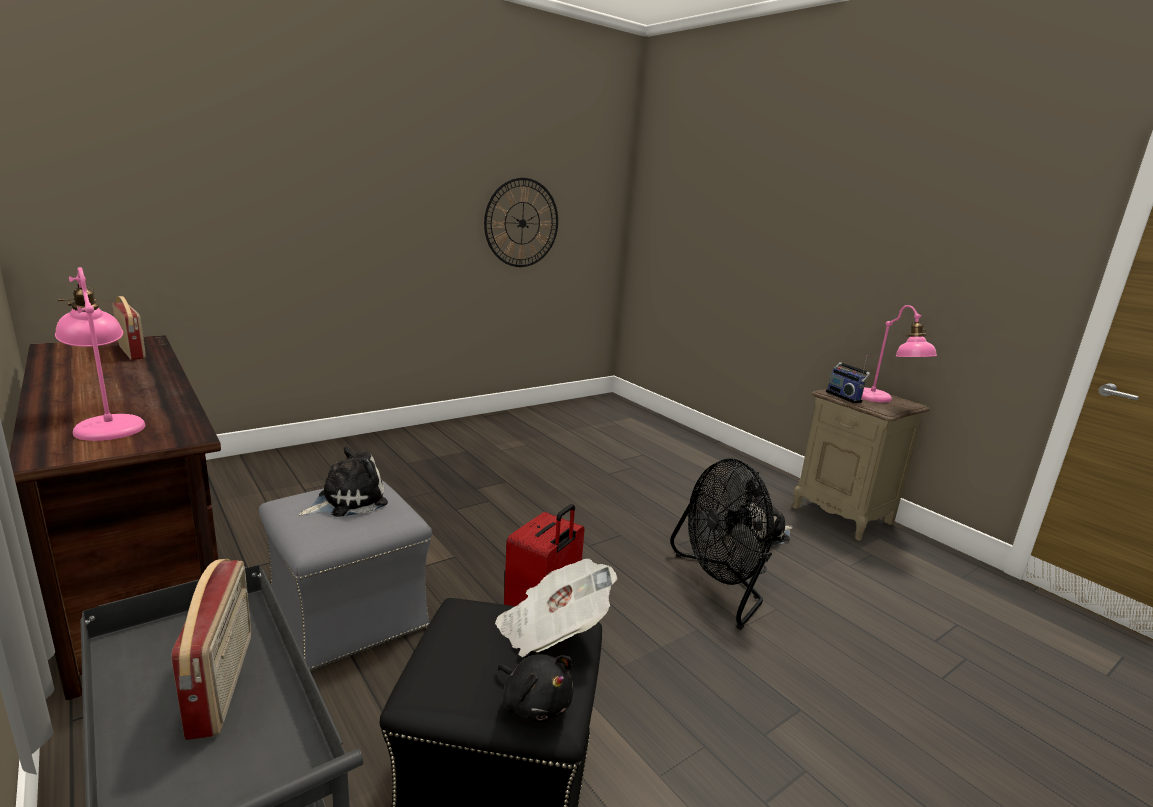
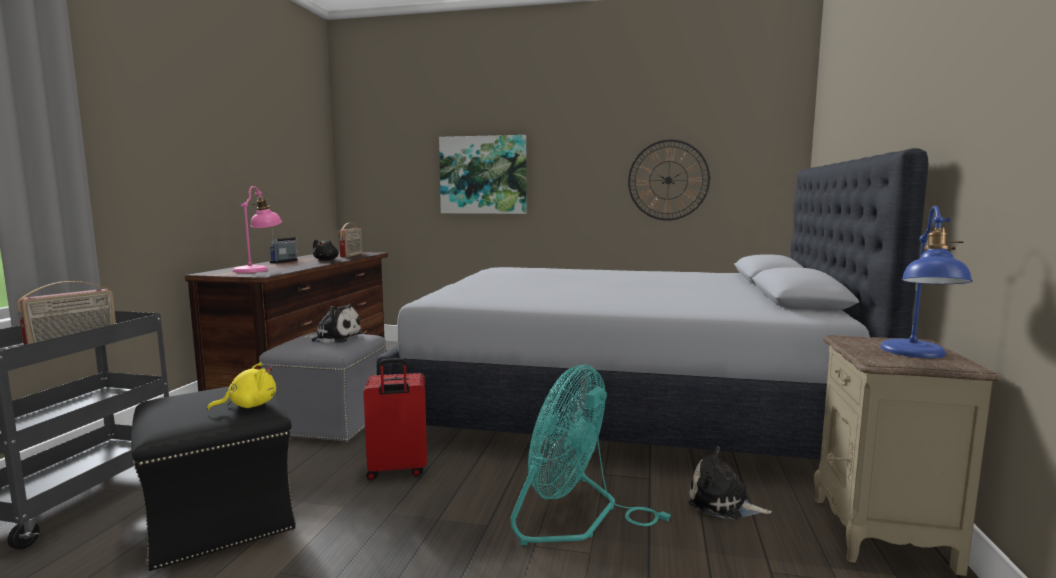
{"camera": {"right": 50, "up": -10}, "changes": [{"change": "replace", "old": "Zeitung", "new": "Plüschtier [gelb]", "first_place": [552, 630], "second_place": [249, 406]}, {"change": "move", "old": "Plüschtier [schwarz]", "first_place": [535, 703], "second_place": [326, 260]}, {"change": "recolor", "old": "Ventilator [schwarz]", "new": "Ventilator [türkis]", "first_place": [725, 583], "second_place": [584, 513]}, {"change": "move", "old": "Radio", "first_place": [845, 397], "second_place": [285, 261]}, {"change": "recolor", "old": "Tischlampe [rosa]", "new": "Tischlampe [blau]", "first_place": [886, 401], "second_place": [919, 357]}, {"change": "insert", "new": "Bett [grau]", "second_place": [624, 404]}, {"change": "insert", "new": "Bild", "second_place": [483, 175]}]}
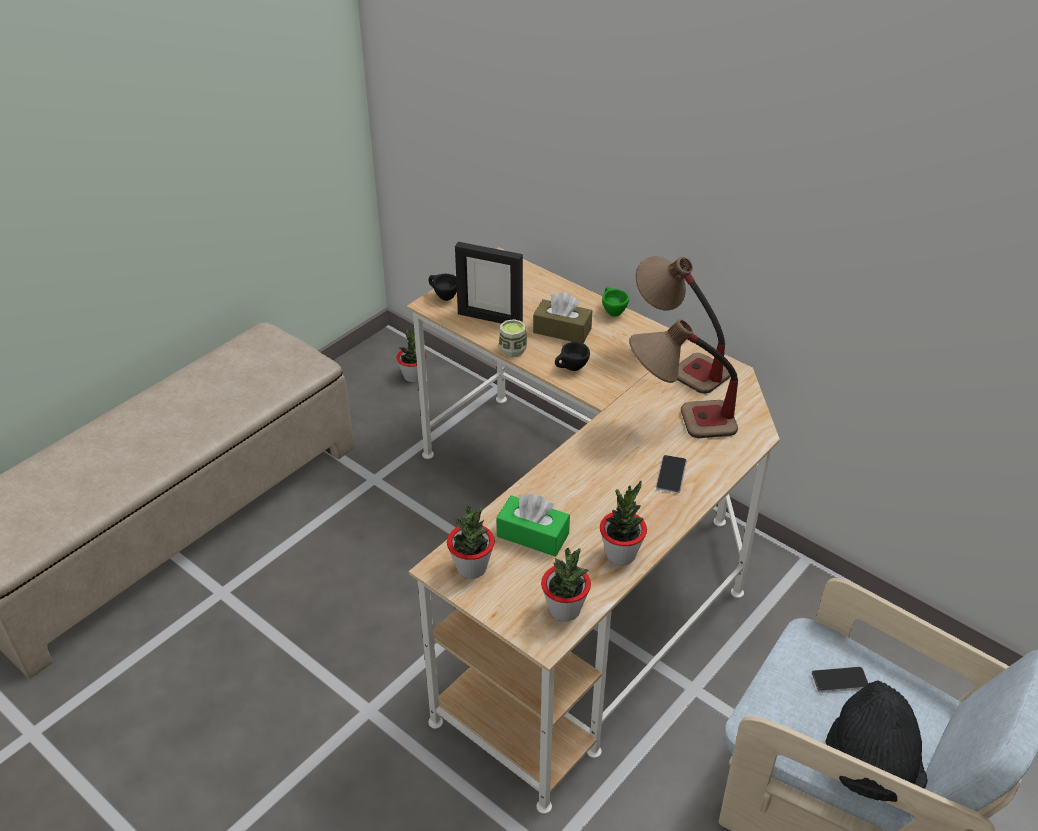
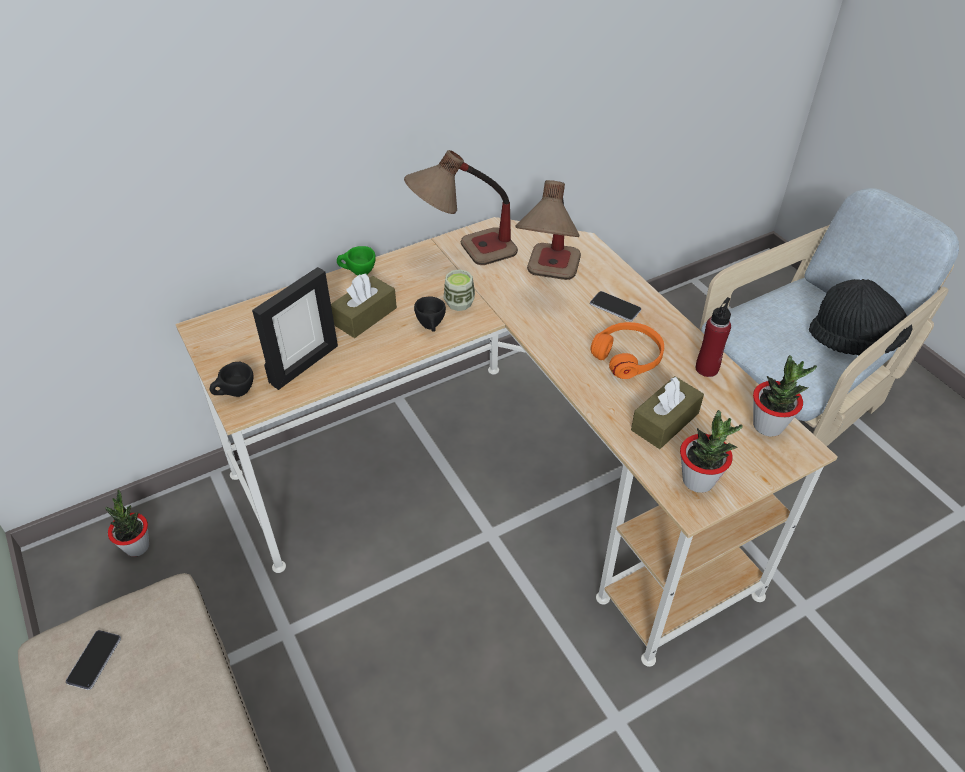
{"camera": {"right": -70, "up": 5}, "changes": [{"change": "recolor", "old": "Taschentuchbox [grün]", "new": "Taschentuchbox [braun]", "first_place": [533, 535], "second_place": [665, 421]}, {"change": "move", "old": "Tasse", "first_place": [512, 350], "second_place": [459, 303]}, {"change": "replace", "old": "Topfpflanze", "new": "Flasche [rot]", "first_place": [621, 554], "second_place": [707, 368]}, {"change": "move", "old": "Handy", "first_place": [839, 680], "second_place": [94, 660]}, {"change": "insert", "new": "Kopfhörer [orange]", "second_place": [628, 356]}]}
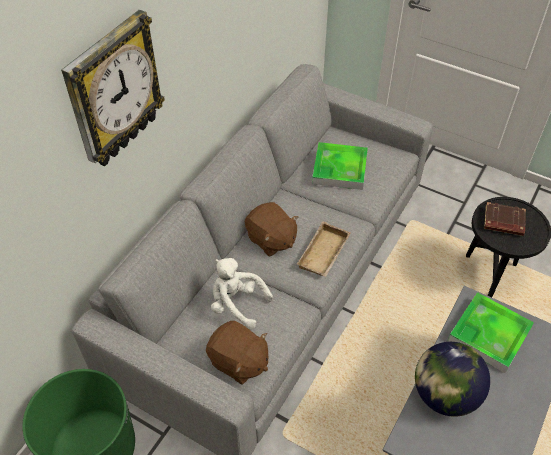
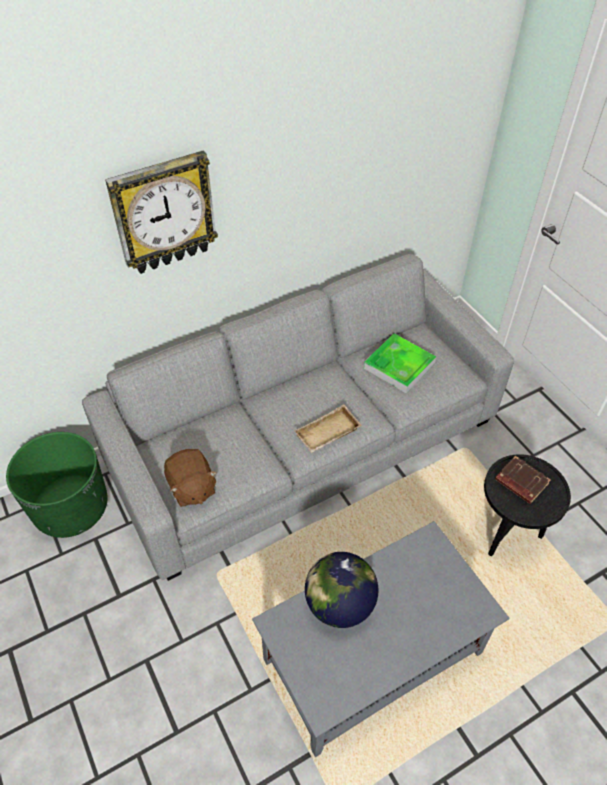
{"camera": {"right": 30, "up": 0}, "changes": [{"change": "delete", "old": "Plüschtier [weiß]", "first_place": [237, 304]}, {"change": "delete", "old": "Plüschtier [braun]", "first_place": [271, 240]}, {"change": "delete", "old": "Tablett", "first_place": [489, 334]}]}
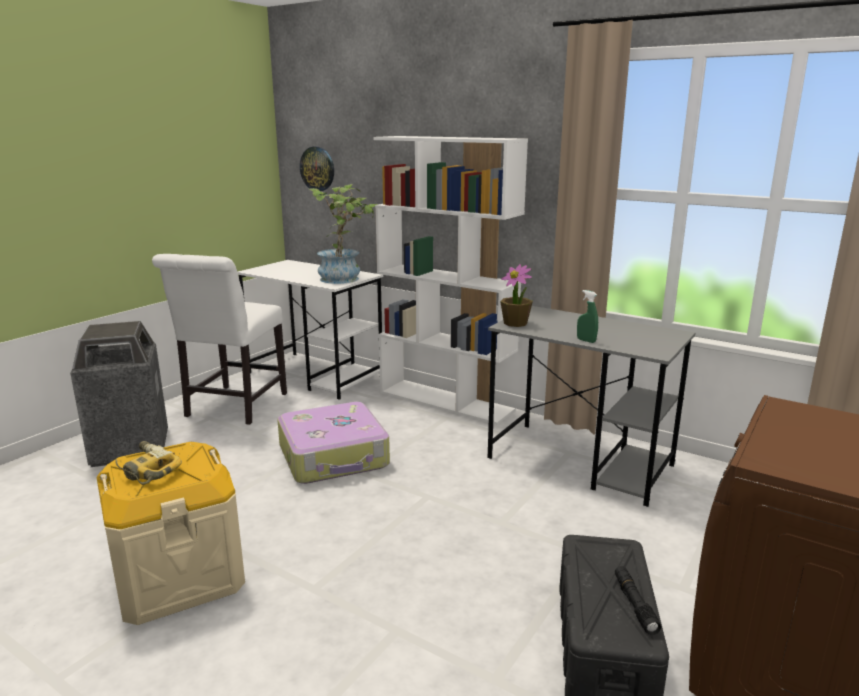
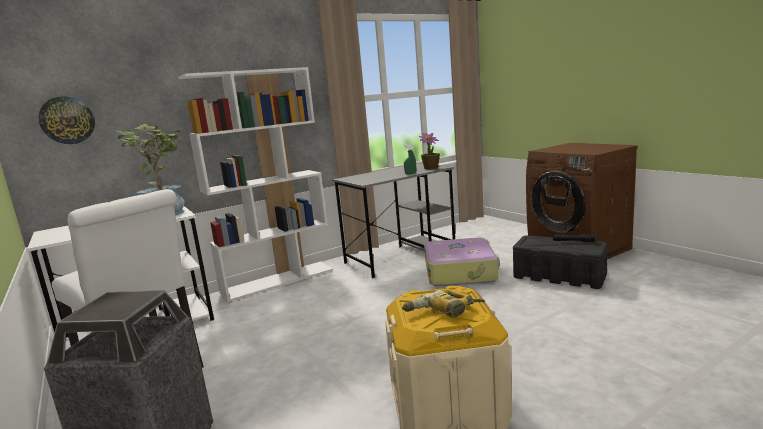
{"camera": {"right": -65, "up": -5}, "changes": [{"change": "move", "old": "Koffer", "first_place": [334, 456], "second_place": [460, 272]}, {"change": "move", "old": "Topfpflanze", "first_place": [515, 323], "second_place": [431, 168]}]}
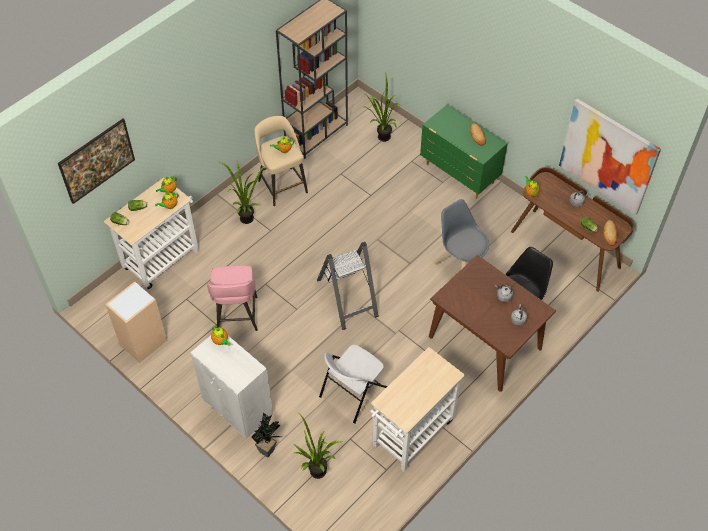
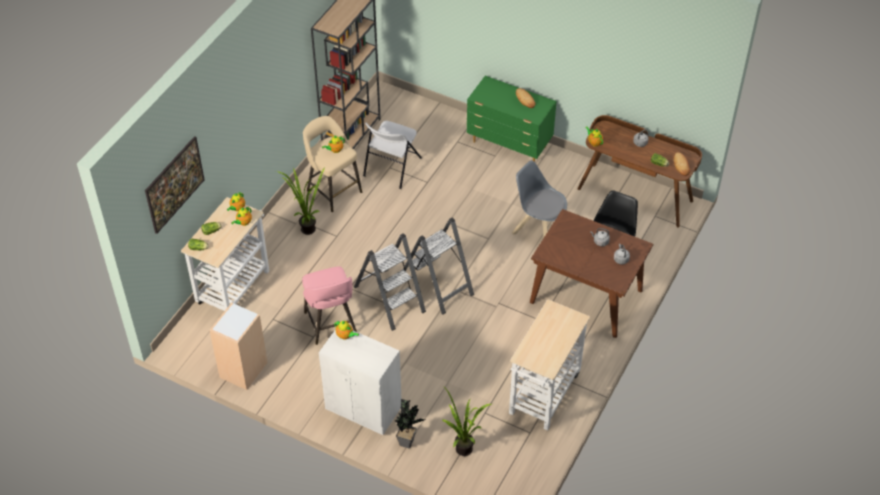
{"camera": {"right": -15, "up": -5}, "changes": [{"change": "move", "old": "Stuhl [weiß]", "first_place": [353, 392], "second_place": [392, 167]}, {"change": "delete", "old": "Topfpflanze", "first_place": [381, 138]}, {"change": "delete", "old": "Bild", "first_place": [608, 156]}, {"change": "insert", "new": "Trittleiter [grau]", "second_place": [389, 298]}]}
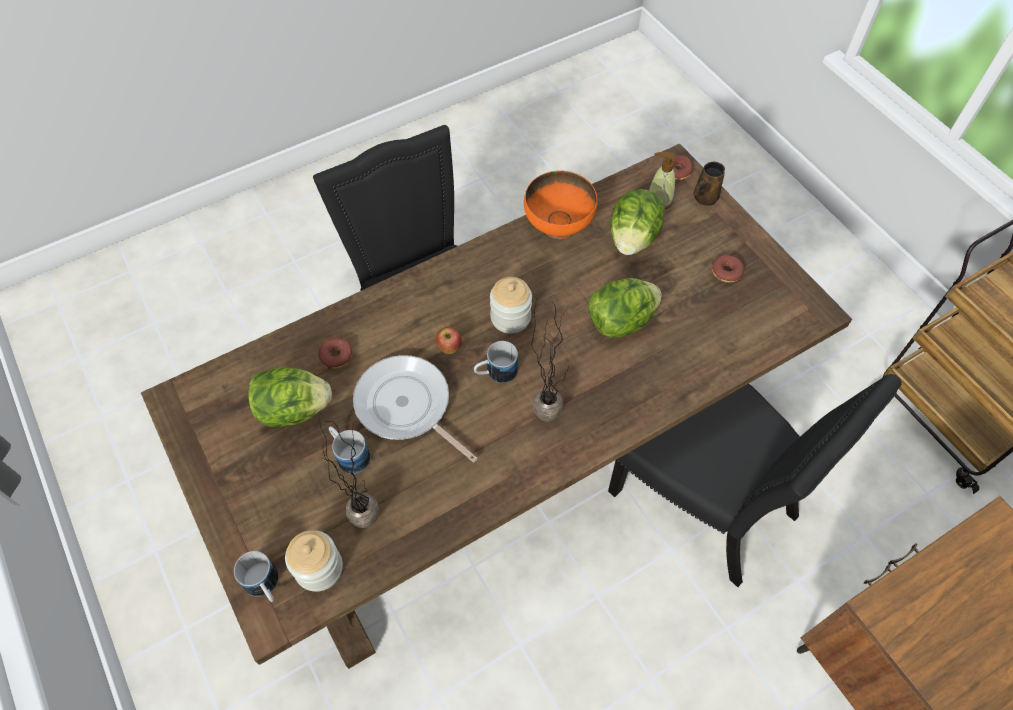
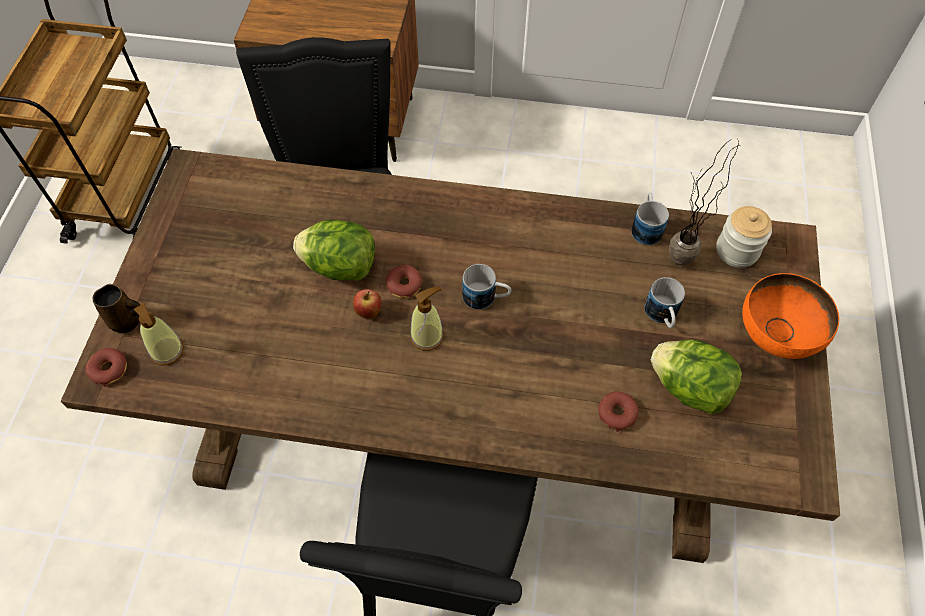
{"camera": {"right": -140, "up": 0}, "changes": [{"change": "move", "old": "Henkelbecher", "first_place": [265, 586], "second_place": [646, 227]}, {"change": "delete", "old": "Pfanne", "first_place": [407, 407]}, {"change": "move", "old": "Apfel", "first_place": [449, 348], "second_place": [369, 312]}, {"change": "replace", "old": "Vorratsglas", "new": "Seifenspender", "first_place": [510, 317], "second_place": [427, 336]}, {"change": "move", "old": "Schüssel [orange]", "first_place": [558, 226], "second_place": [774, 338]}, {"change": "delete", "old": "Topfpflanze", "first_place": [546, 406]}, {"change": "delete", "old": "Salatkopf", "first_place": [633, 238]}, {"change": "move", "old": "Donut", "first_place": [726, 272], "second_place": [404, 285]}]}
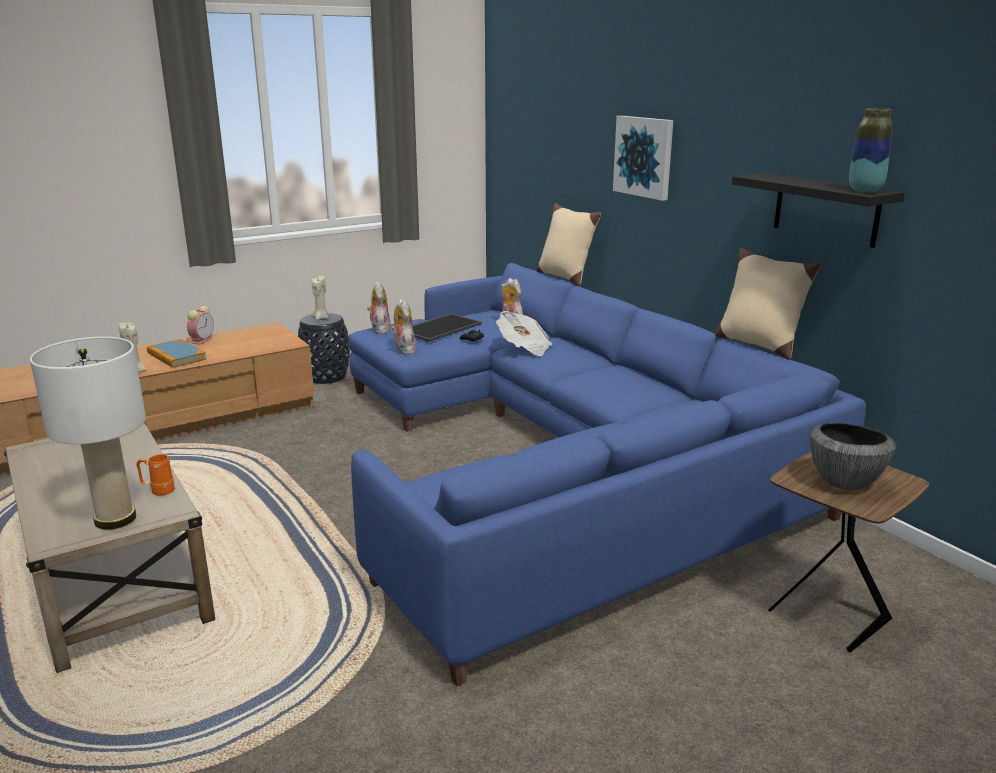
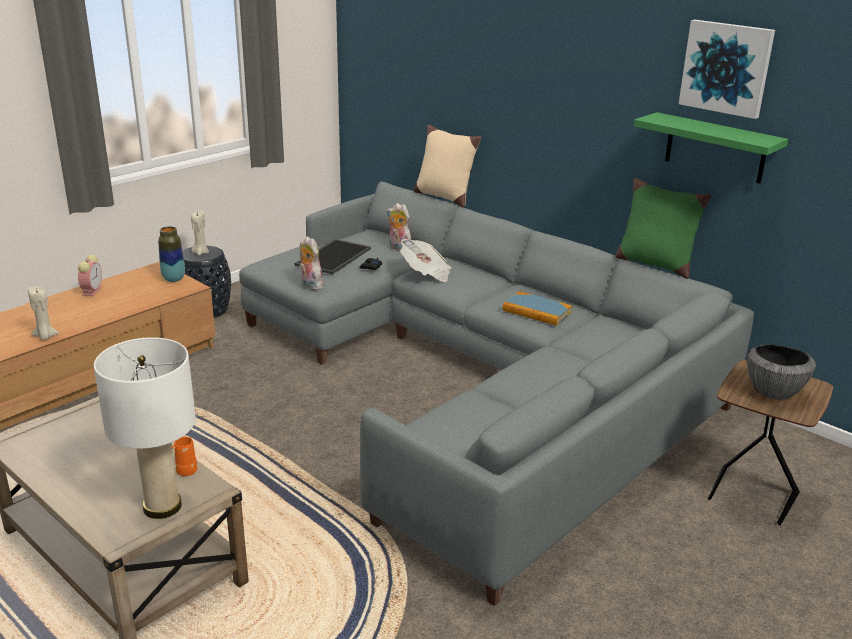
{"camera": {"right": -15, "up": 5}, "changes": [{"change": "move", "old": "Buch", "first_place": [176, 356], "second_place": [536, 311]}, {"change": "recolor", "old": "Sofa [blau]", "new": "Sofa [grau]", "first_place": [561, 462], "second_place": [480, 381]}, {"change": "delete", "old": "Plüschtier", "first_place": [379, 330]}, {"change": "move", "old": "Bild", "first_place": [644, 157], "second_place": [726, 68]}, {"change": "recolor", "old": "Kissen [beige]", "new": "Kissen [grün]", "first_place": [758, 344], "second_place": [654, 264]}, {"change": "recolor", "old": "Wandregal [schwarz]", "new": "Wandregal [grün]", "first_place": [826, 209], "second_place": [715, 148]}, {"change": "move", "old": "Vase", "first_place": [865, 191], "second_place": [173, 279]}]}
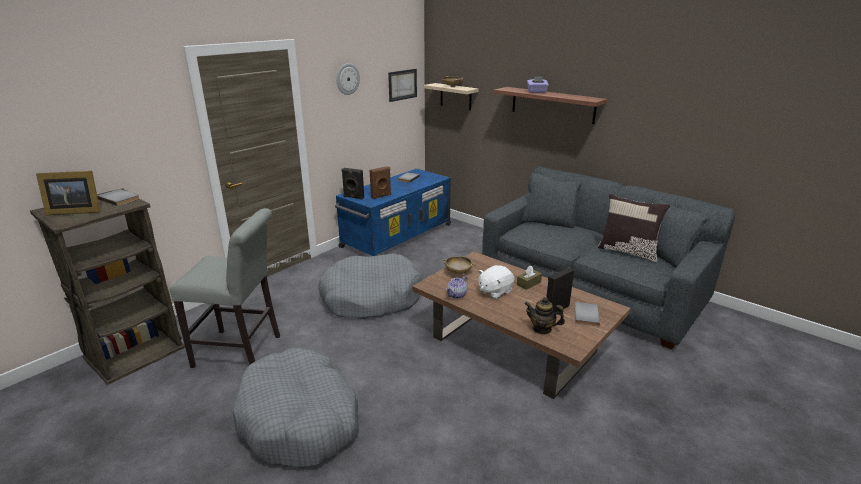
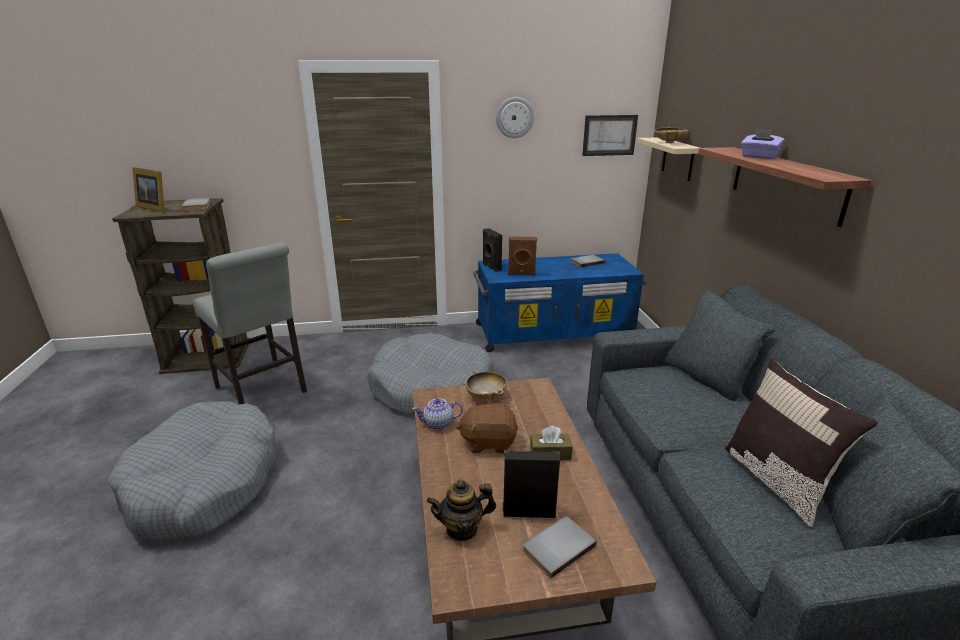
{"camera": {"right": 40, "up": 0}, "changes": [{"change": "recolor", "old": "Plüschtier [weiß]", "new": "Plüschtier [braun]", "first_place": [494, 291], "second_place": [488, 442]}, {"change": "rotate", "old": "Teekanne", "first_place": [542, 329], "second_place": [462, 529], "degrees": -75}]}
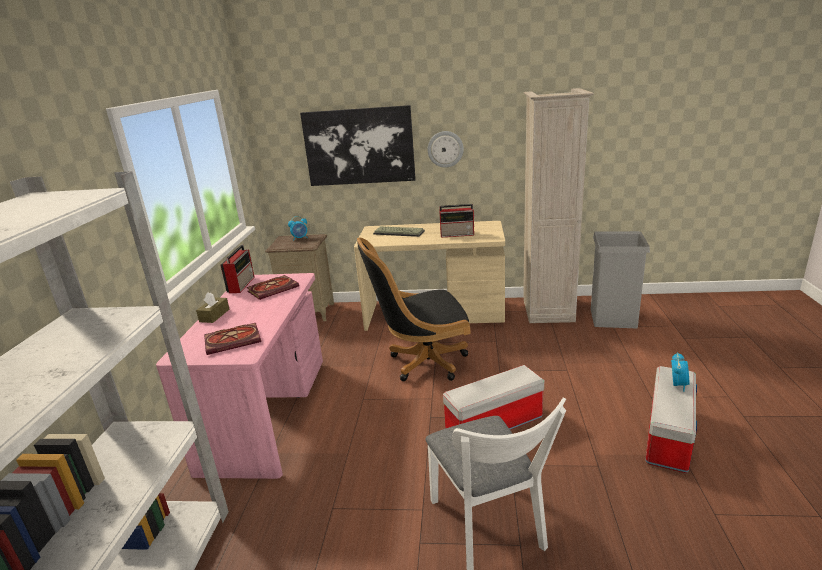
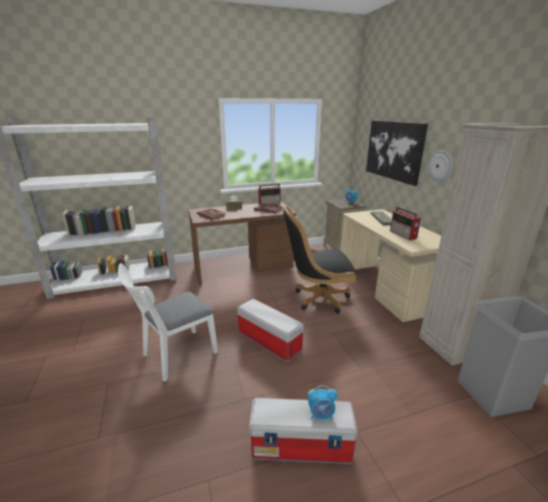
{"camera": {"right": 65, "up": 0}, "changes": [{"change": "recolor", "old": "Schreibtisch [rosa]", "new": "Schreibtisch [braun]", "first_place": [268, 412], "second_place": [243, 267]}, {"change": "rotate", "old": "Bürostuhl [schwarz]", "first_place": [421, 364], "second_place": [316, 299], "degrees": -60}]}
